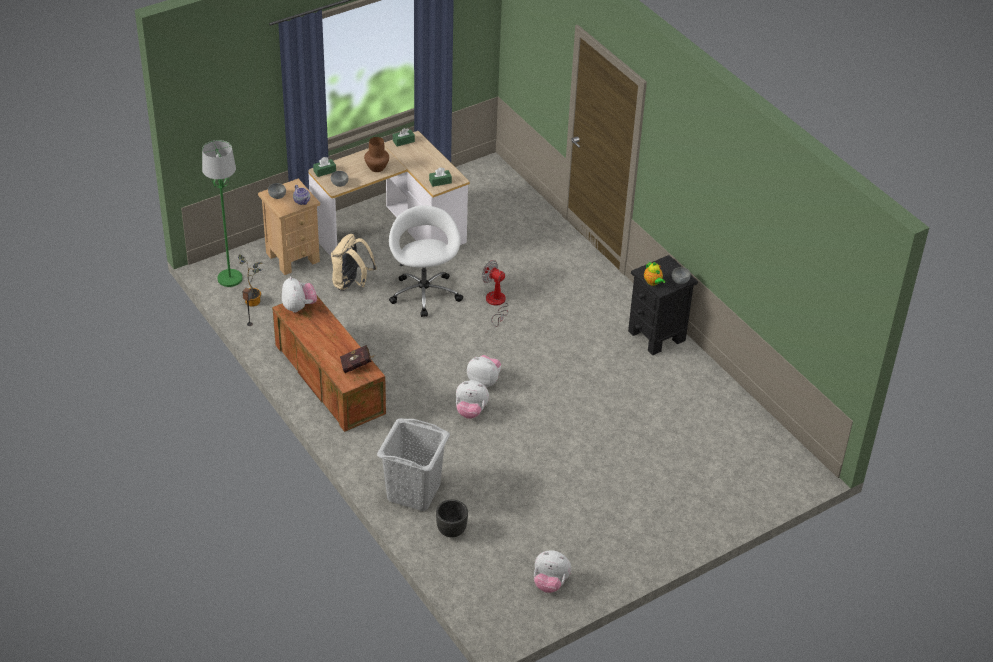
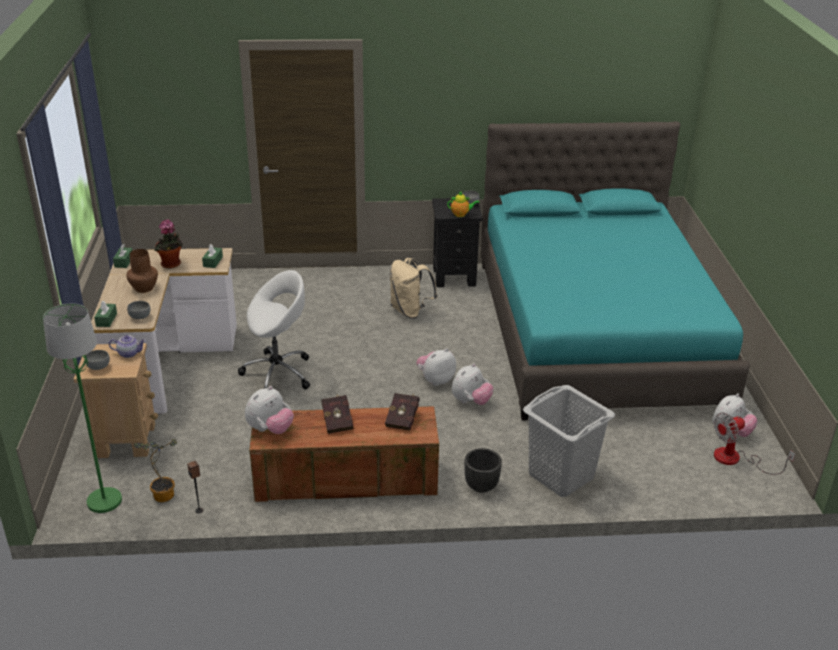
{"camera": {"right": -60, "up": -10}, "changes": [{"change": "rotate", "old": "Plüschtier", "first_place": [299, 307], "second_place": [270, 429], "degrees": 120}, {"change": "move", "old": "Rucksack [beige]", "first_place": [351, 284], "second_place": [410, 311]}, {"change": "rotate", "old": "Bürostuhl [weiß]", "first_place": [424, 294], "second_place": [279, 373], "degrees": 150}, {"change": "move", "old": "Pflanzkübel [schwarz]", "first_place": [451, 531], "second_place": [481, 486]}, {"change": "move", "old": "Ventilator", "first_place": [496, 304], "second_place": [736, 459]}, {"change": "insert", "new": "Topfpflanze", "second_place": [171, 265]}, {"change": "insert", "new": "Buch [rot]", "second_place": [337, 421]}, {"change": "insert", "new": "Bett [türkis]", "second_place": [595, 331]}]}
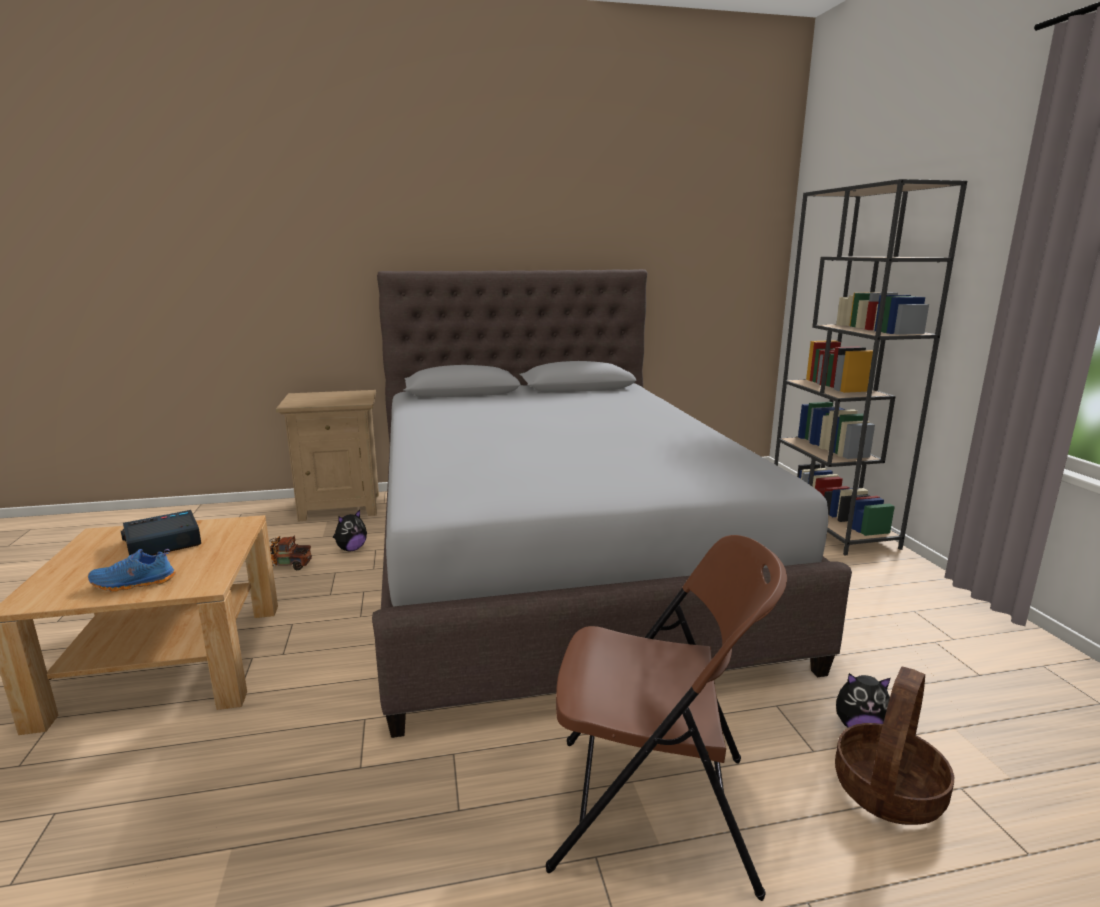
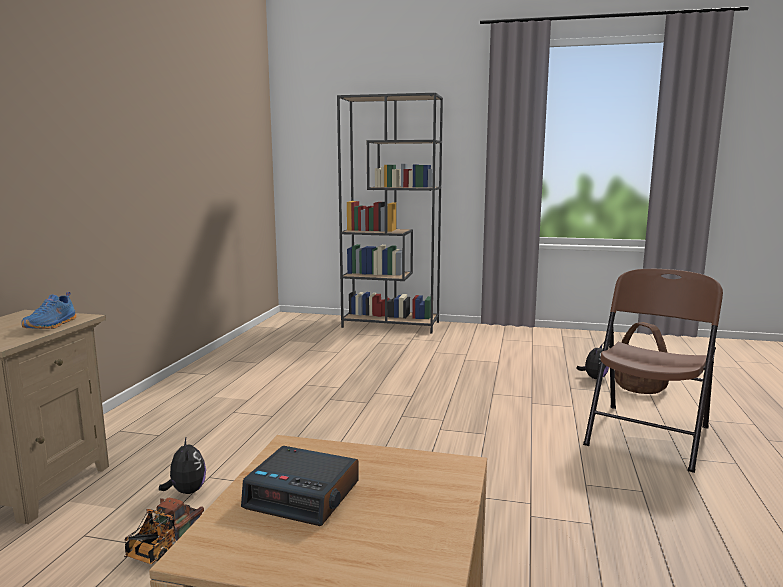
{"camera": {"right": -65, "up": -5}, "changes": [{"change": "move", "old": "Schuh [blau]", "first_place": [133, 583], "second_place": [52, 325]}, {"change": "rotate", "old": "Wecker", "first_place": [162, 543], "second_place": [304, 495], "degrees": -60}, {"change": "delete", "old": "Bett [grau]", "first_place": [555, 559]}]}
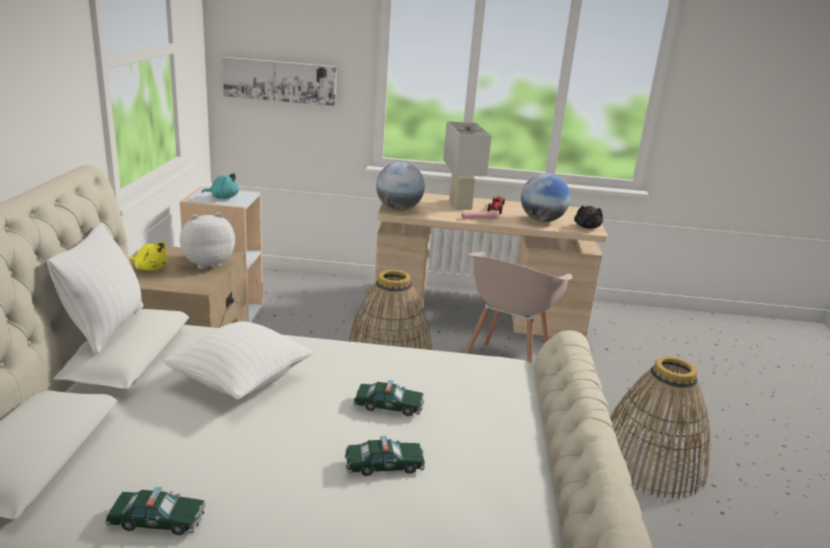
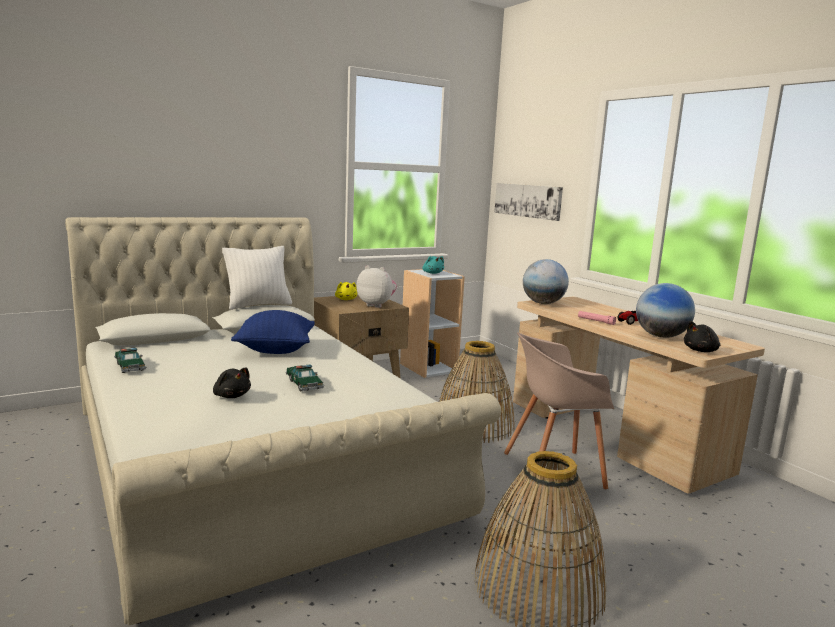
{"camera": {"right": 55, "up": -10}, "changes": [{"change": "recolor", "old": "Kissen [weiß]", "new": "Kissen [blau]", "first_place": [240, 382], "second_place": [275, 350]}, {"change": "replace", "old": "Spielzeugauto", "new": "Plüschtier [schwarz]", "first_place": [384, 465], "second_place": [231, 396]}, {"change": "delete", "old": "Tischlampe [weiß]", "first_place": [460, 204]}]}
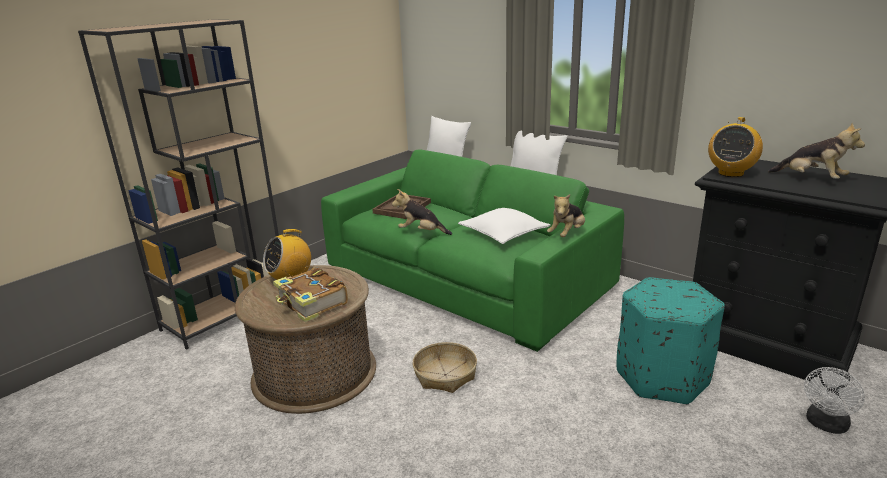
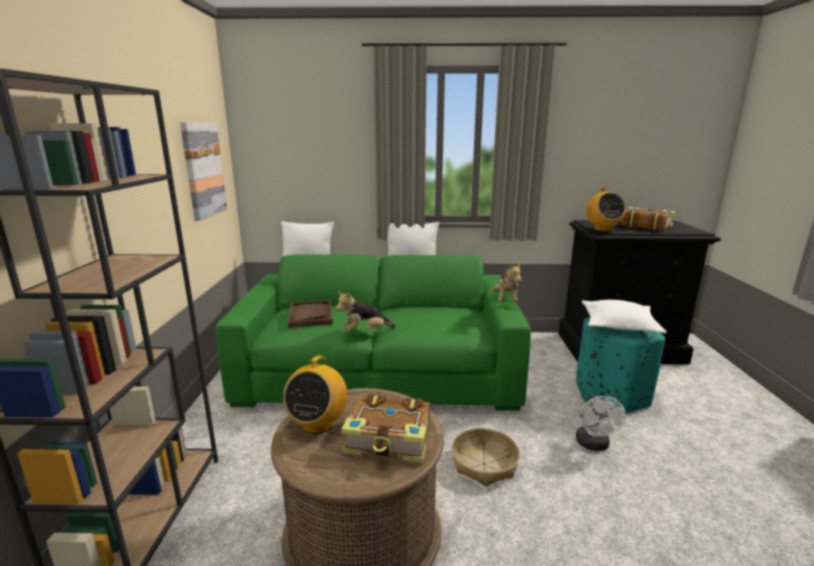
{"camera": {"right": -40, "up": -5}, "changes": [{"change": "move", "old": "Kissen [weiß]", "first_place": [503, 233], "second_place": [619, 325]}, {"change": "replace", "old": "Plüschtier", "new": "Buch", "first_place": [811, 179], "second_place": [645, 226]}, {"change": "move", "old": "Ventilator [weiß]", "first_place": [825, 425], "second_place": [594, 445]}, {"change": "insert", "new": "Bild", "second_place": [203, 170]}]}
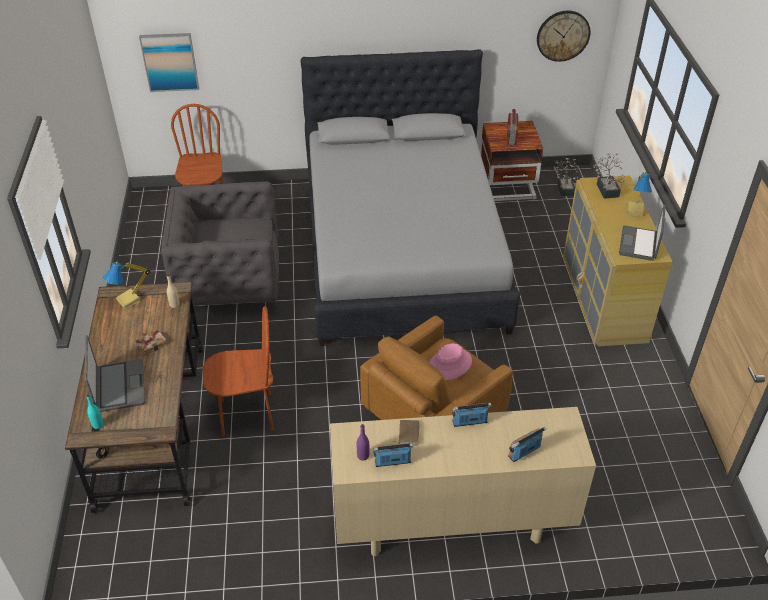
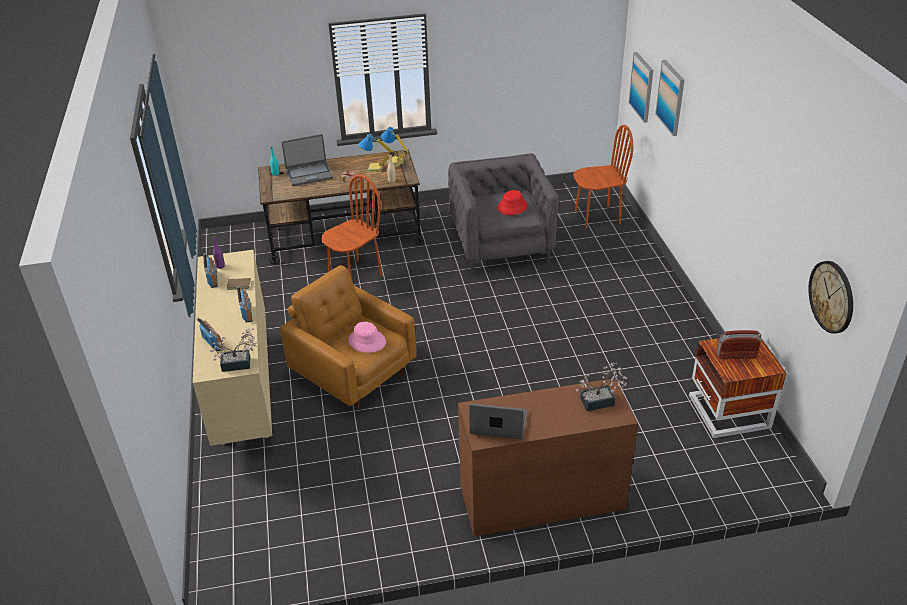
{"camera": {"right": 85, "up": -5}, "changes": [{"change": "rotate", "old": "Stuhl [braun]", "first_place": [247, 414], "second_place": [355, 276], "degrees": -120}, {"change": "delete", "old": "Bett [grau]", "first_place": [402, 250]}, {"change": "move", "old": "Topfpflanze", "first_place": [565, 187], "second_place": [240, 364]}, {"change": "recolor", "old": "Schrank [gelb]", "new": "Schrank [braun]", "first_place": [603, 298], "second_place": [541, 497]}, {"change": "move", "old": "Tischlampe", "first_place": [636, 210], "second_place": [375, 169]}, {"change": "insert", "new": "Hut [rot]", "second_place": [512, 207]}, {"change": "insert", "new": "Bild", "second_place": [671, 97]}]}
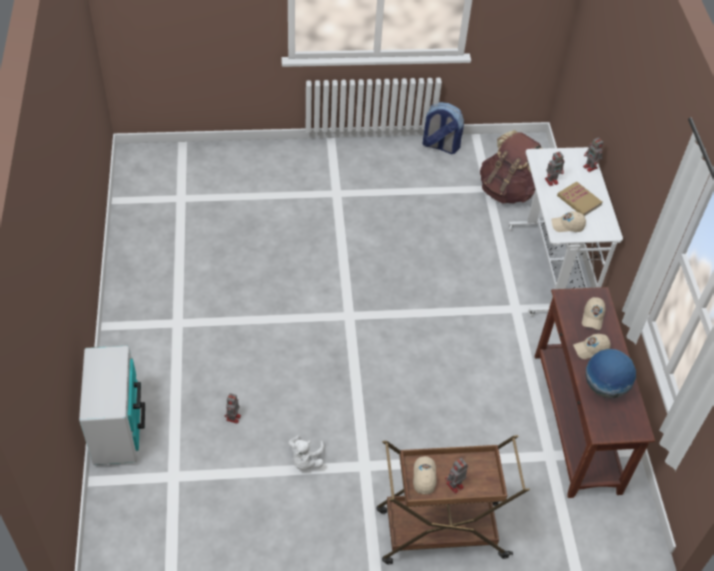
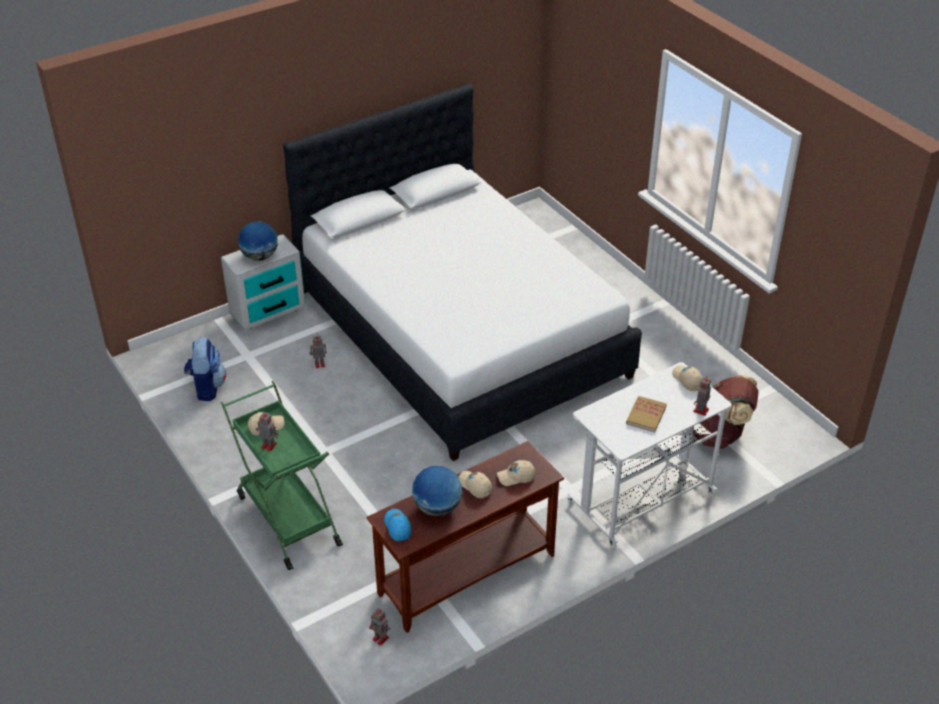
{"camera": {"right": 65, "up": -10}, "changes": [{"change": "delete", "old": "Plüschtier [weiß]", "first_place": [305, 460]}, {"change": "recolor", "old": "Rollwagen [braun]", "new": "Rollwagen [grün]", "first_place": [440, 533], "second_place": [288, 520]}, {"change": "move", "old": "Rucksack", "first_place": [439, 146], "second_place": [207, 387]}, {"change": "move", "old": "Spielzeugroboter", "first_place": [552, 181], "second_place": [381, 639]}, {"change": "move", "old": "Kappe [beige]", "first_place": [567, 225], "second_place": [687, 380]}, {"change": "insert", "new": "Globus", "second_place": [260, 256]}, {"change": "insert", "new": "Bett [weiß]", "second_place": [460, 332]}, {"change": "insert", "new": "Kappe [blau]", "second_place": [398, 527]}]}
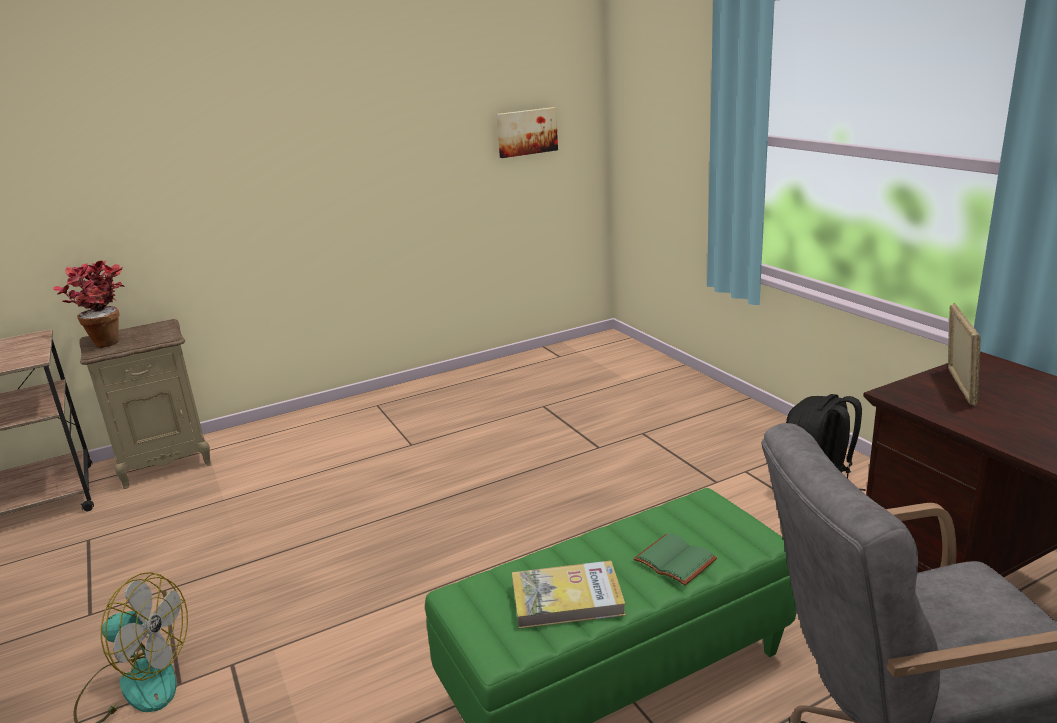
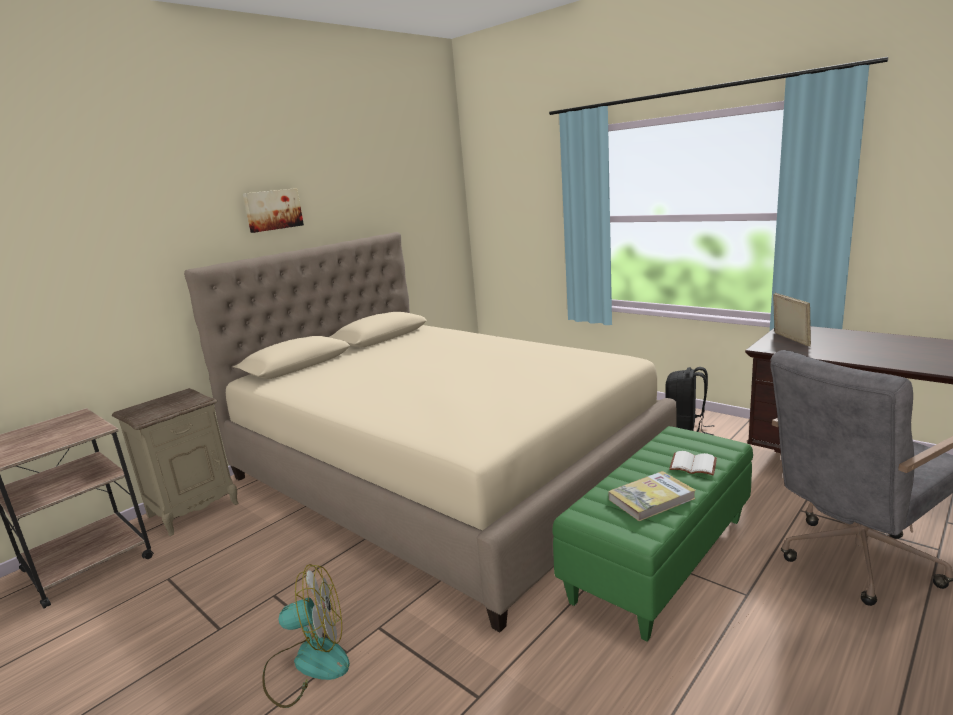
{"camera": {"right": -20, "up": -5}, "changes": [{"change": "delete", "old": "Topfpflanze", "first_place": [107, 341]}, {"change": "move", "old": "Bild", "first_place": [526, 132], "second_place": [273, 210]}, {"change": "recolor", "old": "Buch [grün]", "new": "Buch [weiß]", "first_place": [677, 560], "second_place": [694, 464]}, {"change": "insert", "new": "Bett [beige]", "second_place": [441, 474]}]}
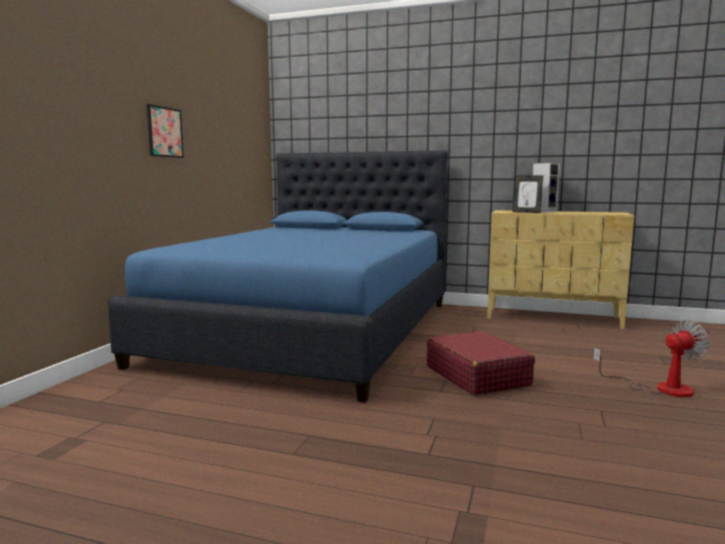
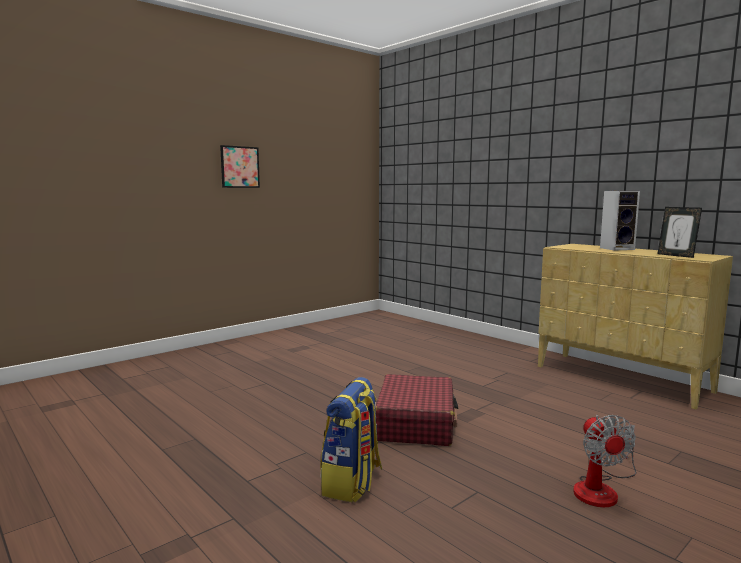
{"camera": {"right": 30, "up": 0}, "changes": [{"change": "delete", "old": "Bett [blau]", "first_place": [313, 331]}, {"change": "move", "old": "Bilderrahmen", "first_place": [526, 212], "second_place": [676, 255]}, {"change": "rotate", "old": "Ventilator", "first_place": [660, 388], "second_place": [601, 489], "degrees": 75}, {"change": "insert", "new": "Rucksack", "second_place": [352, 483]}]}
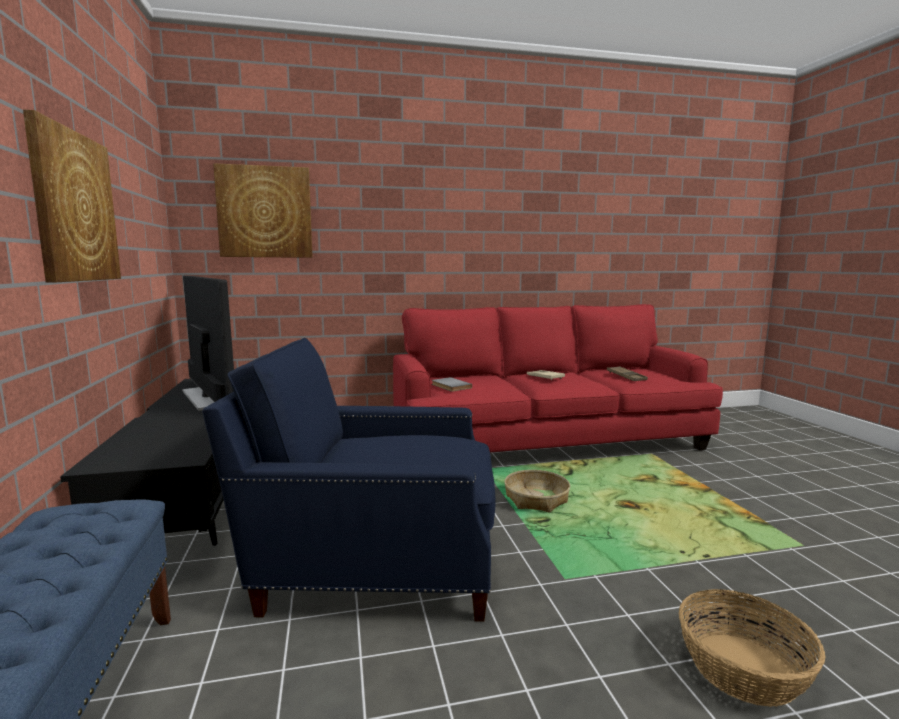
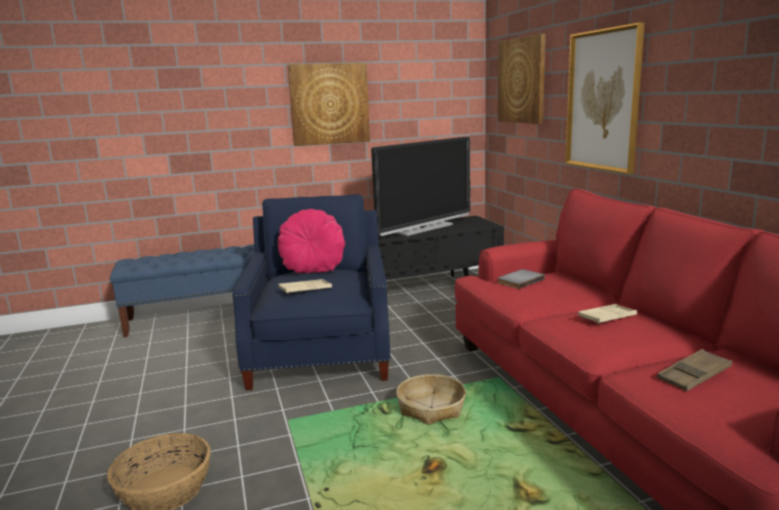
{"camera": {"right": 85, "up": 5}, "changes": [{"change": "insert", "new": "Kissen [rosa]", "second_place": [313, 271]}, {"change": "insert", "new": "Tablett [beige]", "second_place": [305, 290]}, {"change": "insert", "new": "Bild", "second_place": [603, 100]}]}
